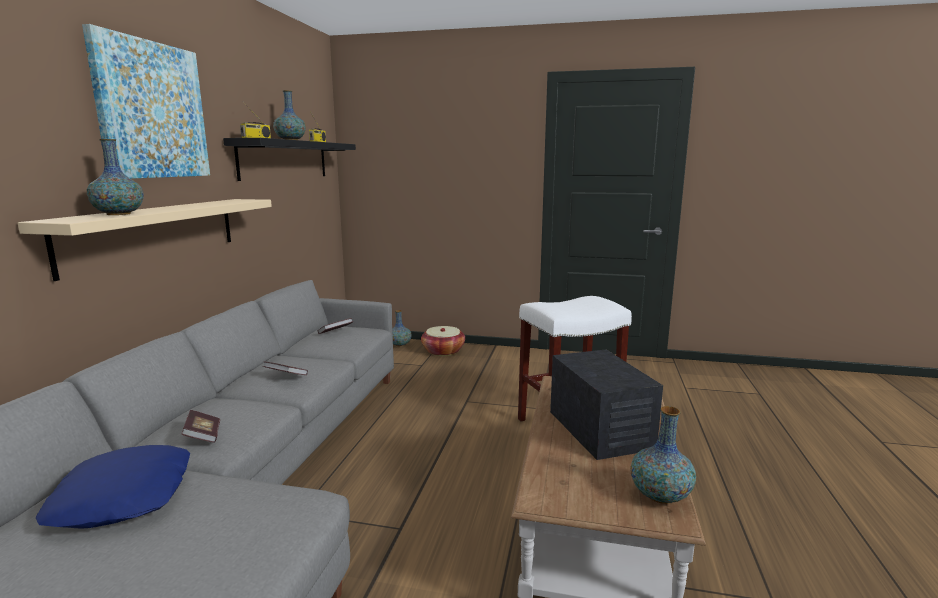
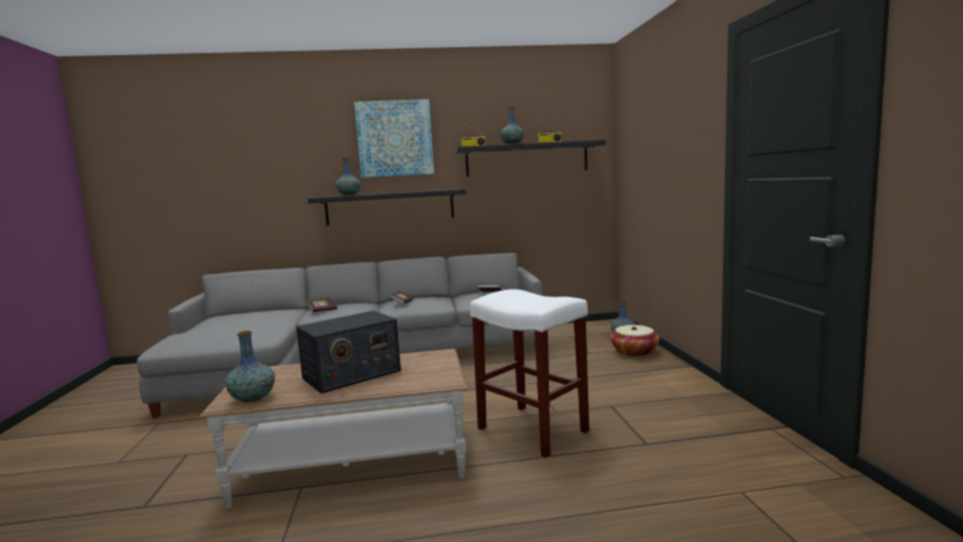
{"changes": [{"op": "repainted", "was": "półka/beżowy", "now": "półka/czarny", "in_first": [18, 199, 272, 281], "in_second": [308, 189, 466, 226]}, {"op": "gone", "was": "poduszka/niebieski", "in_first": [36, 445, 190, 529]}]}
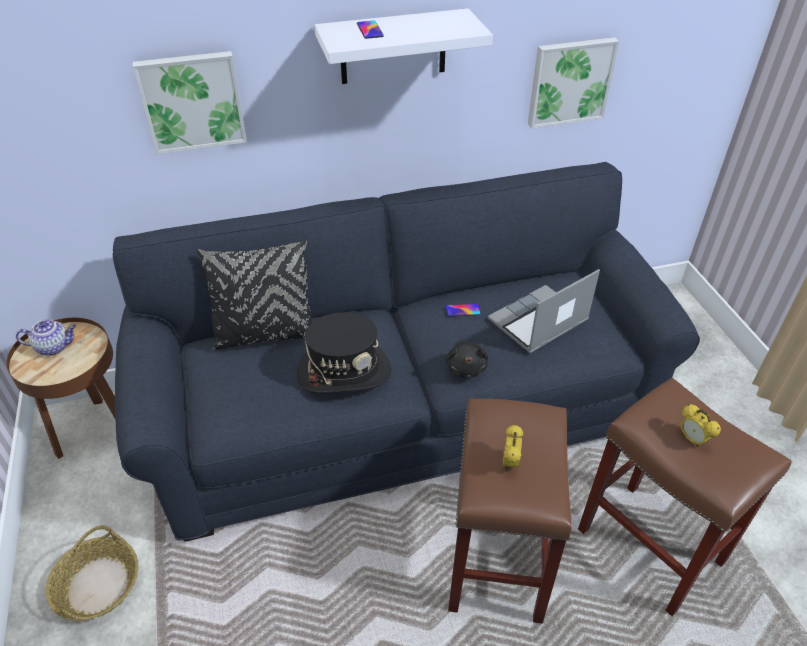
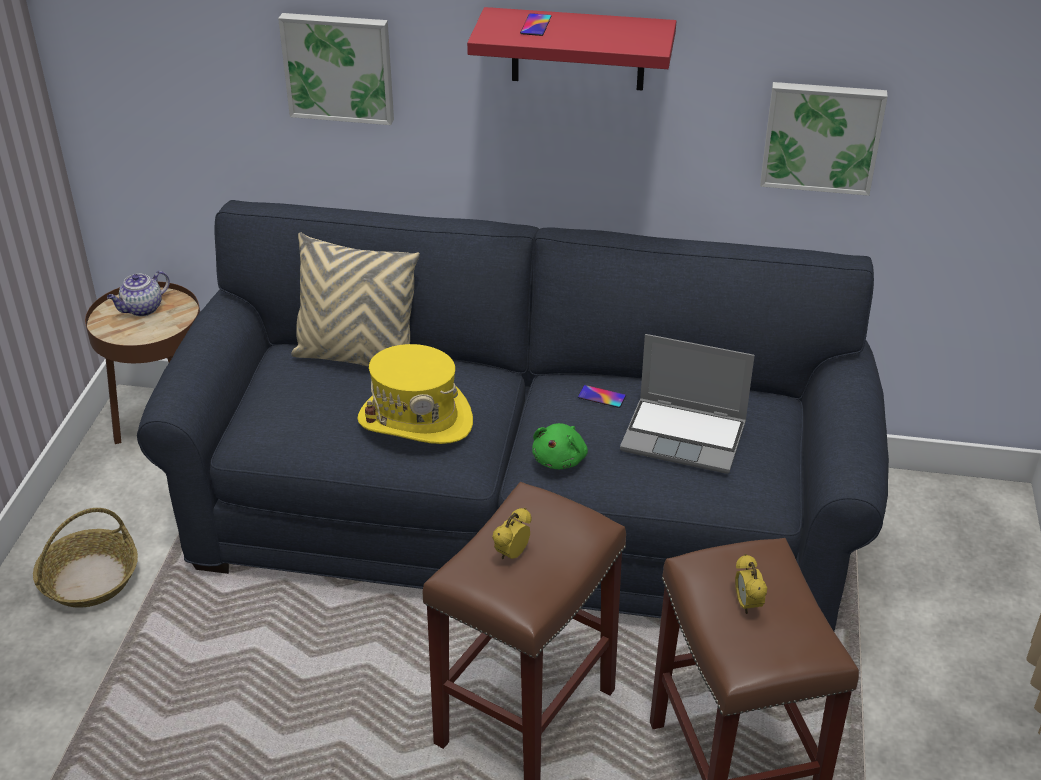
{"changes": [{"op": "rotated", "was": "imbryk", "in_first": [16, 319, 76, 356], "in_second": [107, 271, 170, 316], "clockwise": 120}, {"op": "repainted", "was": "poduszka/czarny", "now": "poduszka/beżowy", "in_first": [197, 240, 312, 350], "in_second": [291, 232, 420, 367]}, {"op": "repainted", "was": "kapelusz/czarny", "now": "kapelusz/żółty", "in_first": [297, 312, 391, 394], "in_second": [357, 344, 473, 444]}, {"op": "repainted", "was": "półka/biały", "now": "półka/czerwony", "in_first": [314, 8, 493, 84], "in_second": [467, 7, 676, 91]}, {"op": "repainted", "was": "pluszak/czarny", "now": "pluszak/zielony", "in_first": [445, 339, 488, 378], "in_second": [532, 423, 588, 469]}, {"op": "rotated", "was": "laptop", "in_first": [488, 269, 600, 353], "in_second": [620, 334, 755, 474], "clockwise": -150}]}
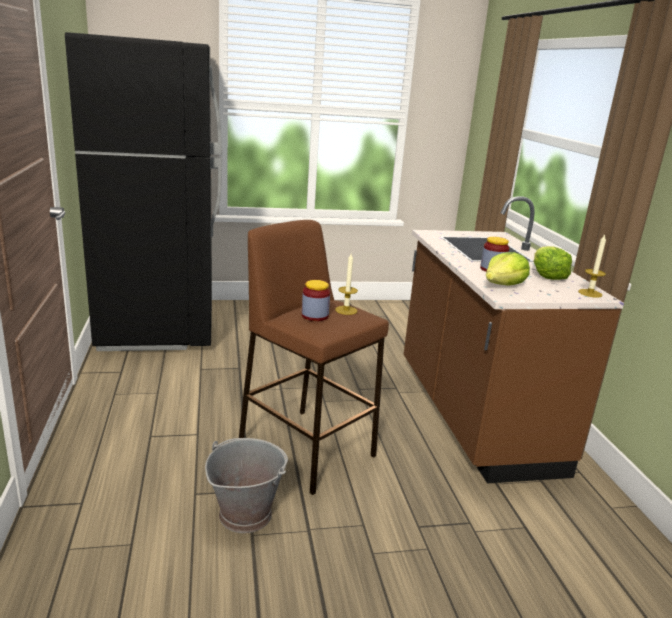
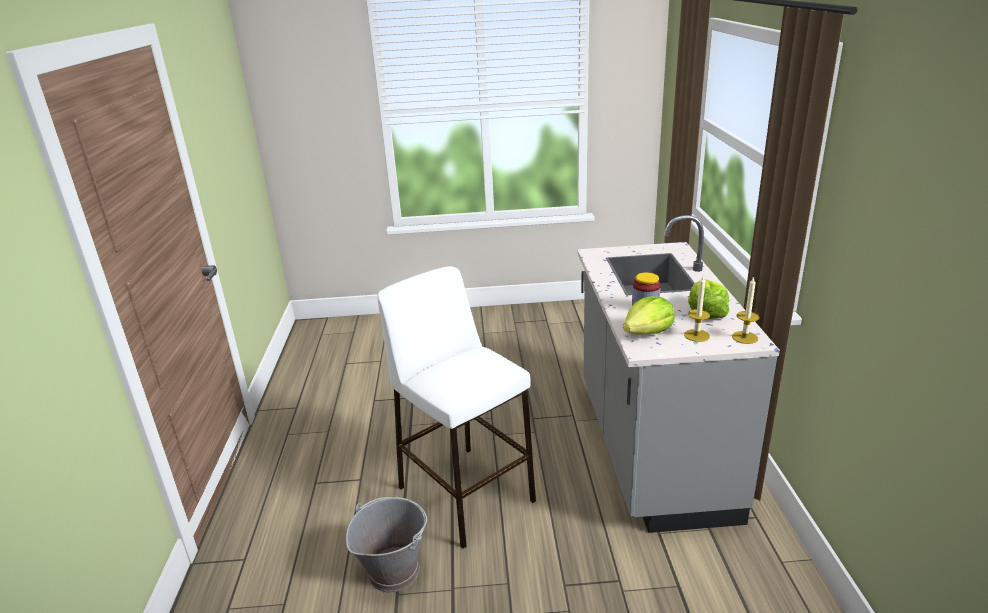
{"changes": [{"op": "repainted", "was": "stołek/brązowy", "now": "stołek/biały", "in_first": [239, 220, 389, 495], "in_second": [377, 266, 536, 548]}, {"op": "repainted", "was": "zabudowa kuchenna/brązowy", "now": "zabudowa kuchenna/szary", "in_first": [404, 196, 624, 484], "in_second": [577, 215, 780, 533]}, {"op": "shifted", "was": "świeca", "in_first": [335, 254, 358, 315], "in_second": [684, 276, 710, 342]}, {"op": "gone", "was": "lodówka/czarny", "in_first": [65, 32, 222, 351]}, {"op": "gone", "was": "słoik", "in_first": [302, 280, 330, 321]}]}
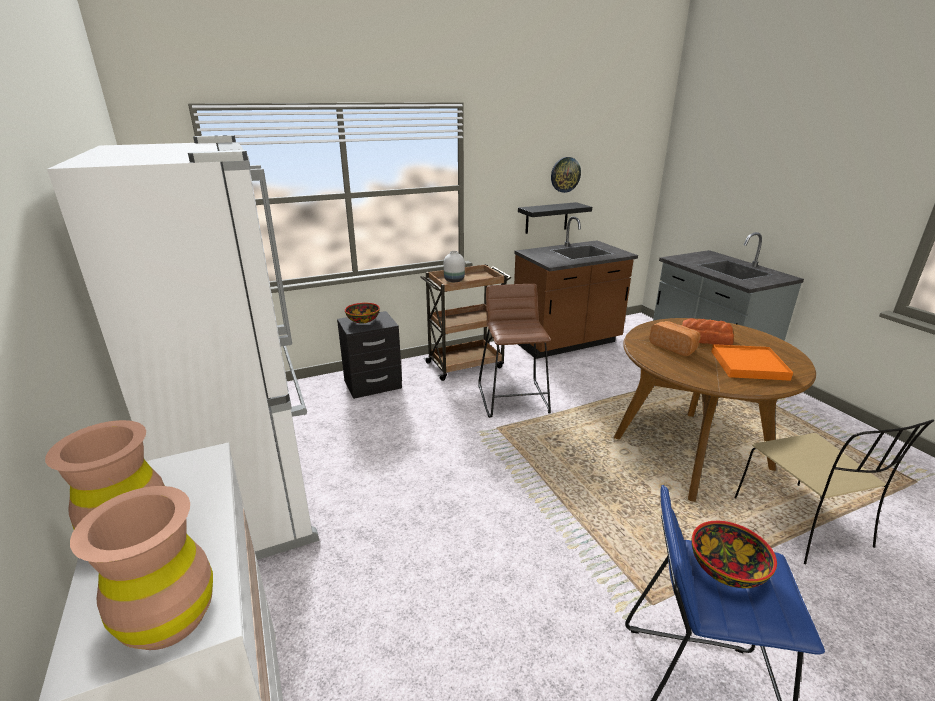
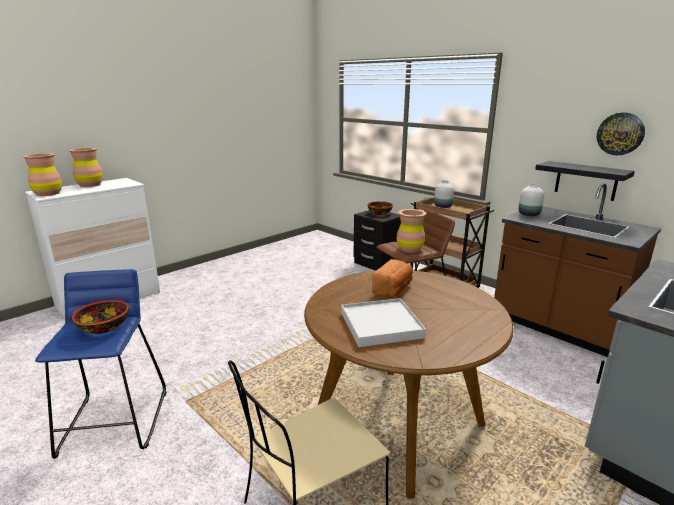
{"changes": [{"op": "repainted", "was": "taca/pomarańczowy", "now": "taca/biały", "in_first": [711, 344, 793, 381], "in_second": [341, 298, 426, 347]}, {"op": "new", "now": "wazon/brązowy", "in_second": [397, 209, 427, 253]}, {"op": "new", "now": "wazon/biały", "in_second": [519, 184, 544, 216]}, {"op": "gone", "was": "lodówka/biały", "in_first": [47, 135, 319, 560]}, {"op": "gone", "was": "chleb", "in_first": [682, 318, 734, 345]}]}
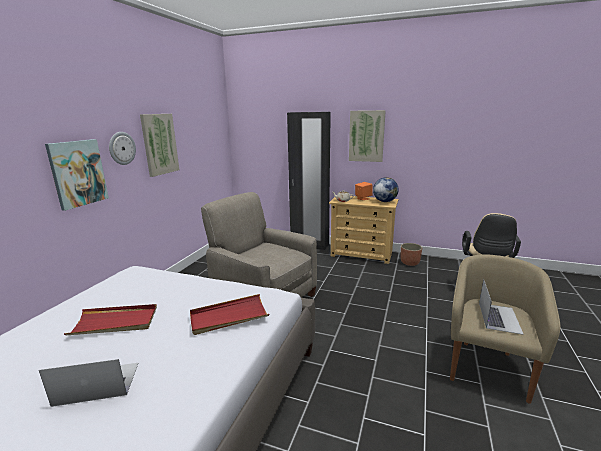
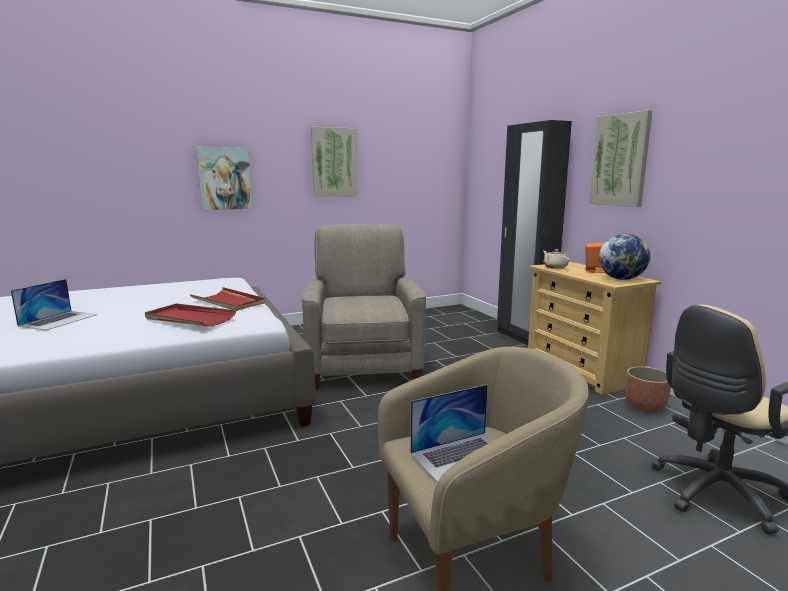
{"changes": [{"op": "rotated", "was": "laptop", "in_first": [39, 359, 138, 407], "in_second": [11, 279, 98, 331], "clockwise": 75}, {"op": "shifted", "was": "taca/czerwony", "in_first": [64, 304, 157, 335], "in_second": [190, 287, 265, 311]}, {"op": "gone", "was": "zegar ścienny", "in_first": [109, 132, 136, 165]}]}
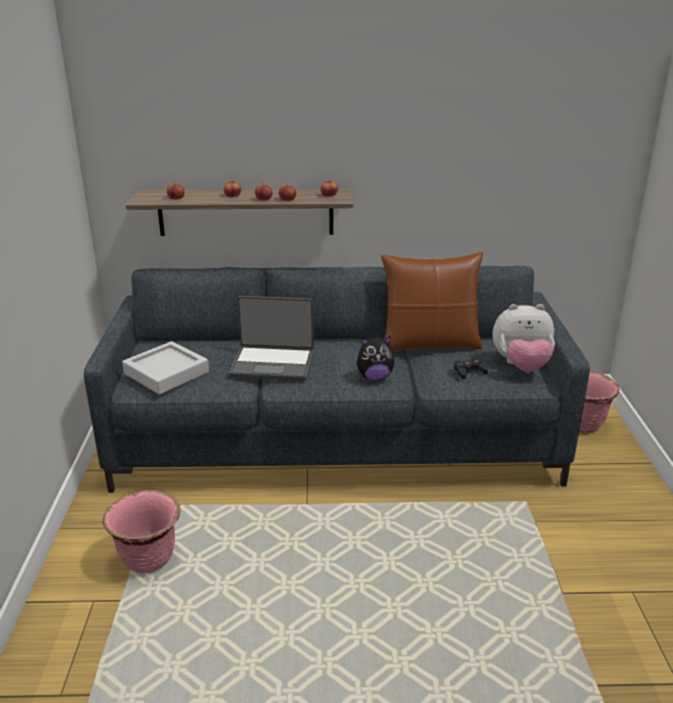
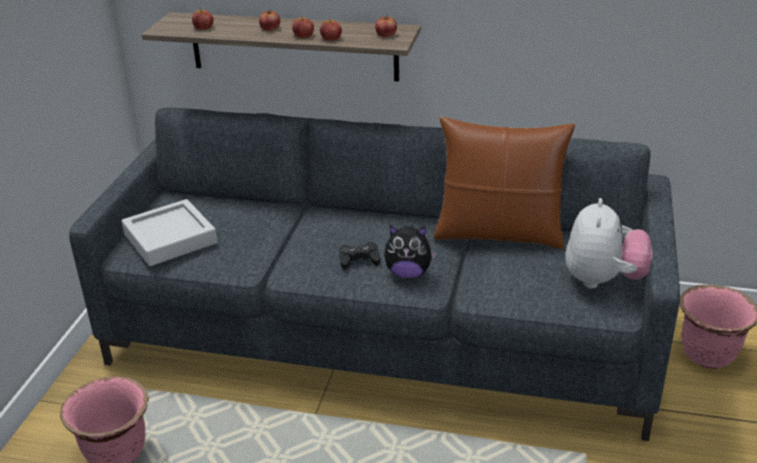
{"changes": [{"op": "shifted", "was": "pad do gier/czarny", "in_first": [454, 357, 488, 379], "in_second": [339, 242, 380, 270]}, {"op": "rotated", "was": "pluszak", "in_first": [493, 304, 555, 372], "in_second": [565, 198, 652, 288], "clockwise": -90}, {"op": "gone", "was": "laptop", "in_first": [229, 296, 314, 381]}]}
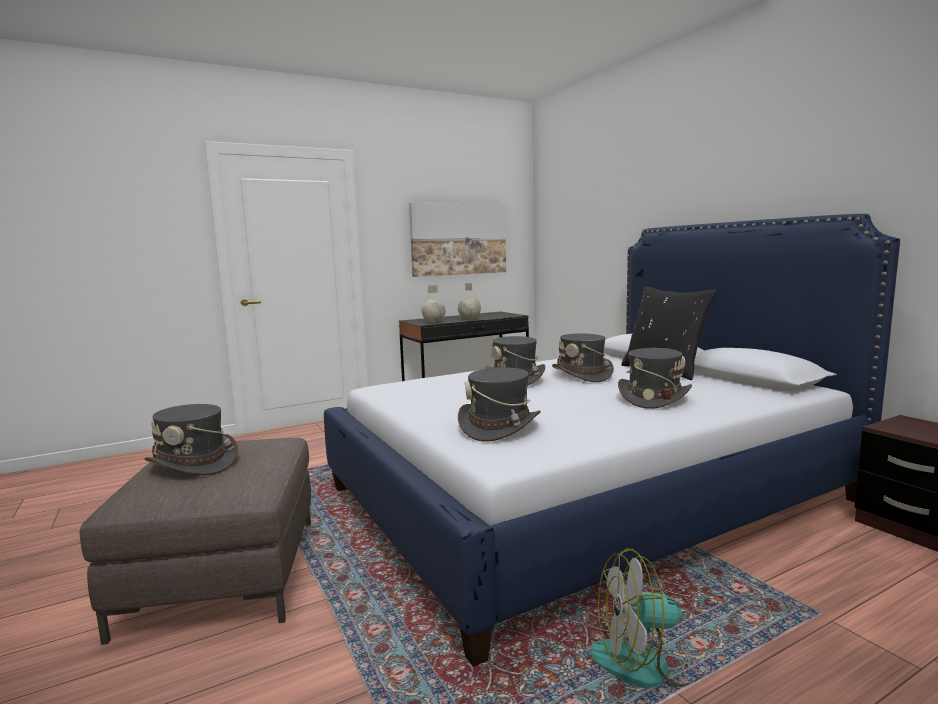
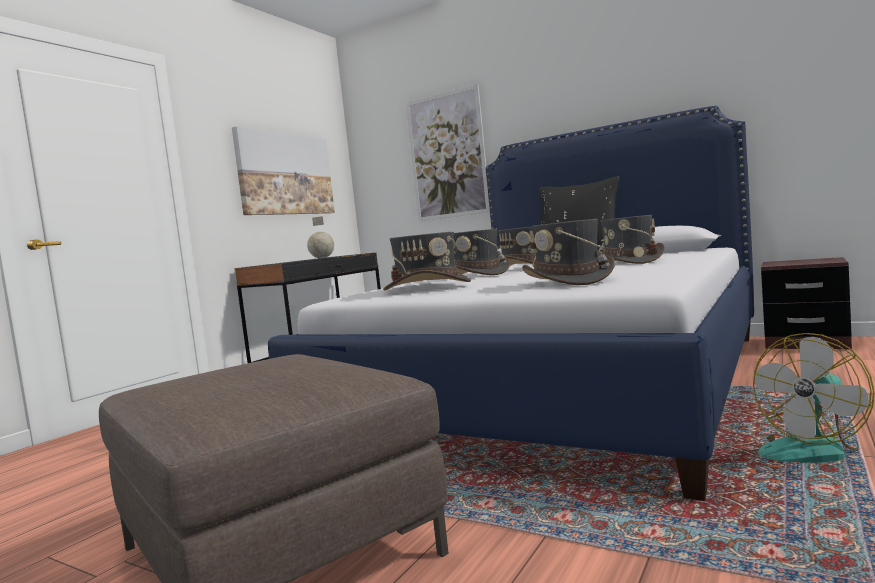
{"changes": [{"op": "shifted", "was": "kapelusz/szary", "in_first": [145, 404, 238, 475], "in_second": [383, 231, 471, 291]}, {"op": "new", "now": "obraz", "in_second": [406, 84, 490, 221]}, {"op": "gone", "was": "globus", "in_first": [422, 285, 446, 323]}]}
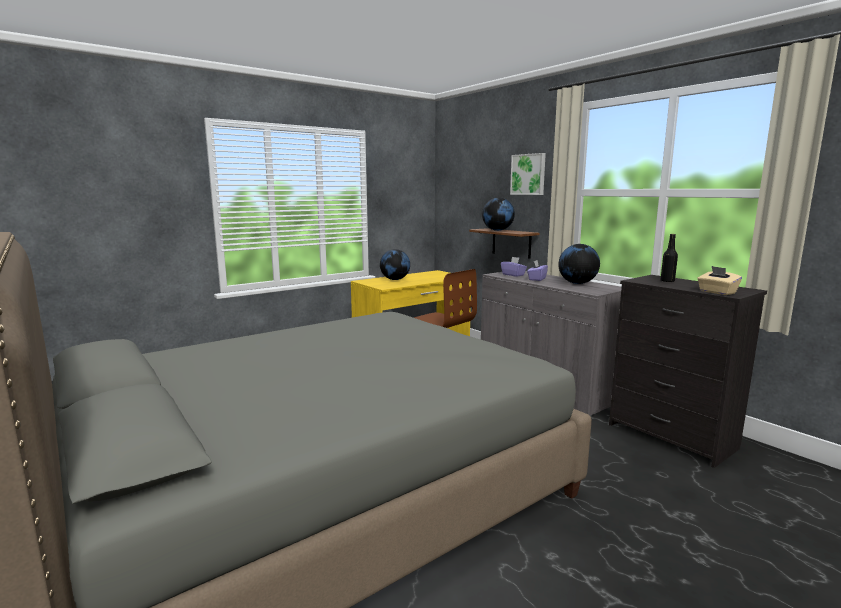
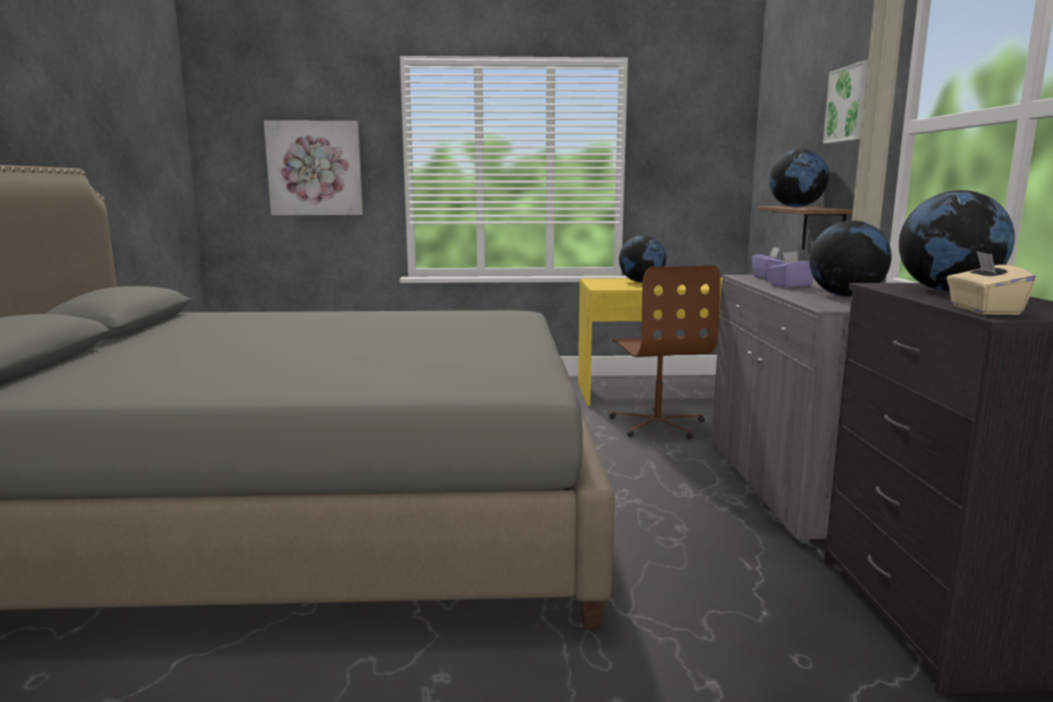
{"changes": [{"op": "new", "now": "obraz", "in_second": [264, 120, 363, 215]}, {"op": "swapped", "was": "butelka/czarny", "now": "globus", "in_first": [661, 234, 678, 282], "in_second": [899, 190, 1015, 292]}]}
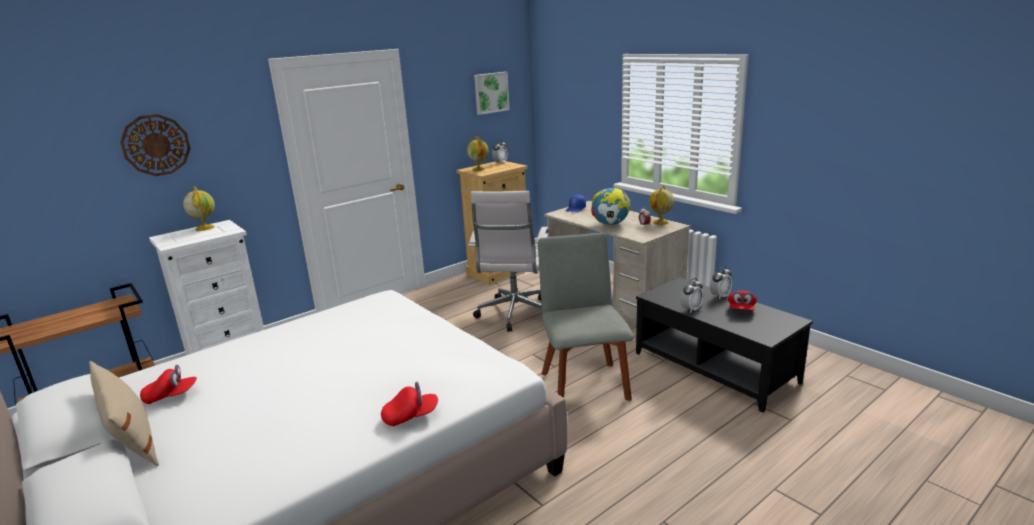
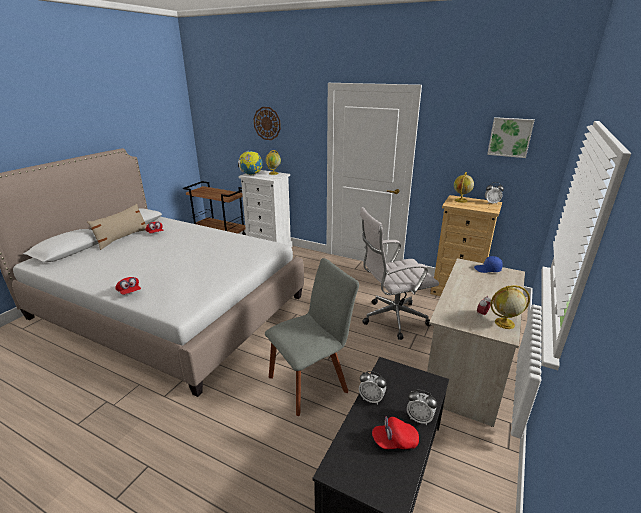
{"changes": [{"op": "shifted", "was": "globus", "in_first": [591, 188, 630, 226], "in_second": [238, 151, 262, 175]}]}
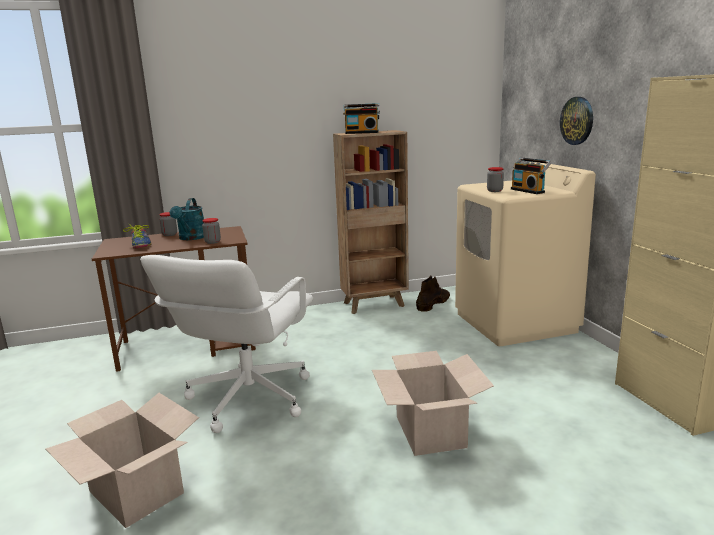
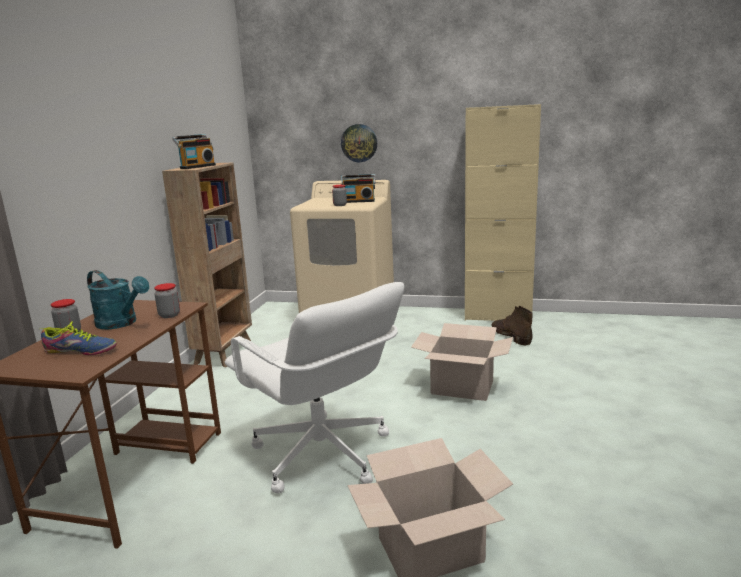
{"changes": [{"op": "shifted", "was": "but z cholewką/brązowy", "in_first": [416, 275, 450, 312], "in_second": [492, 306, 533, 345]}]}
